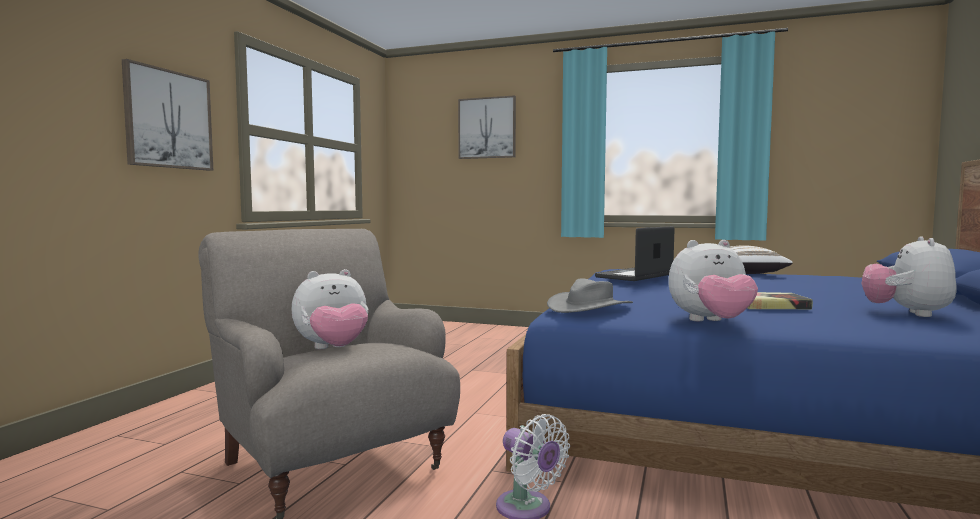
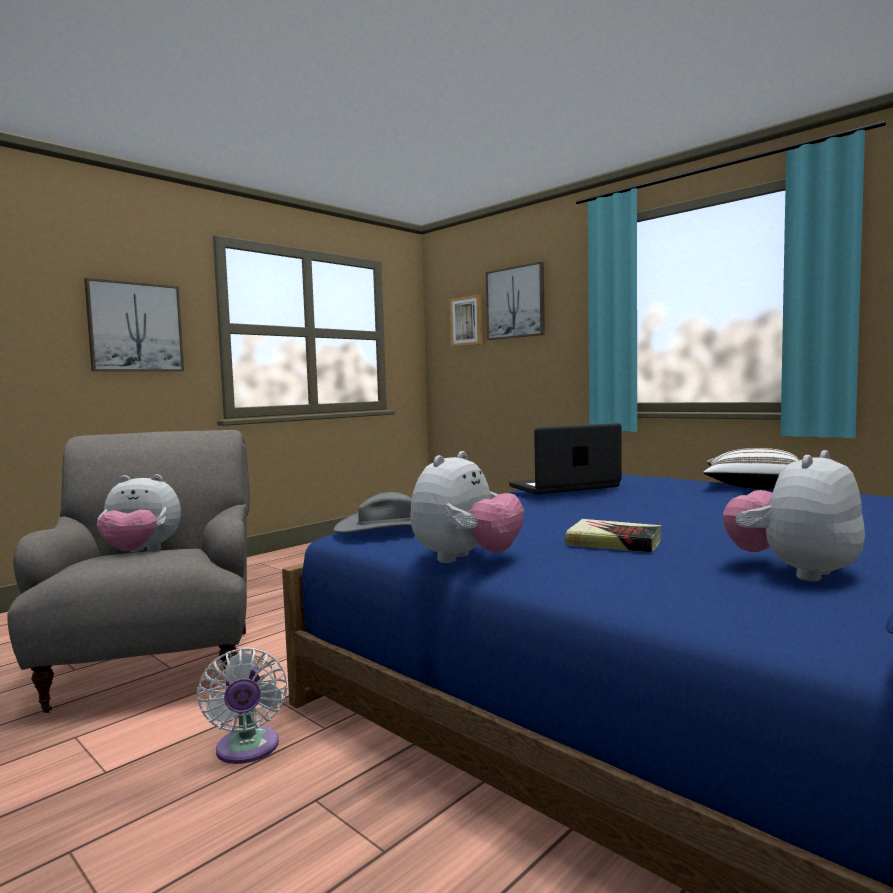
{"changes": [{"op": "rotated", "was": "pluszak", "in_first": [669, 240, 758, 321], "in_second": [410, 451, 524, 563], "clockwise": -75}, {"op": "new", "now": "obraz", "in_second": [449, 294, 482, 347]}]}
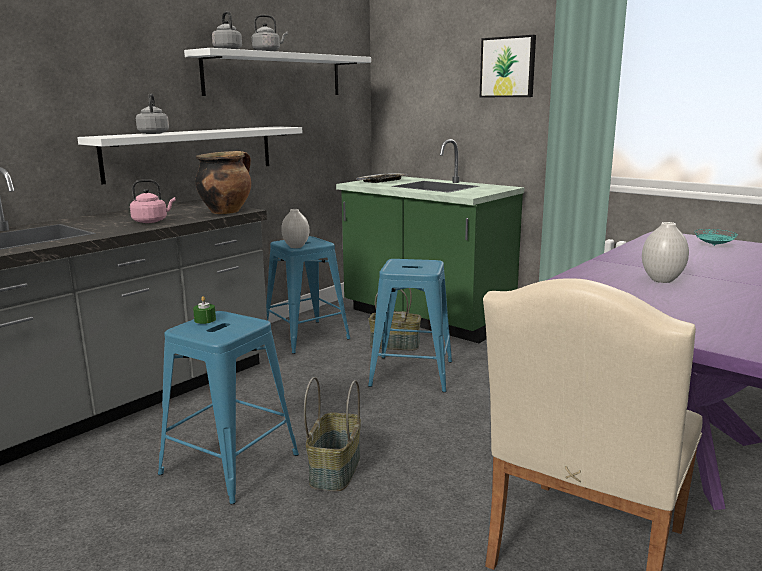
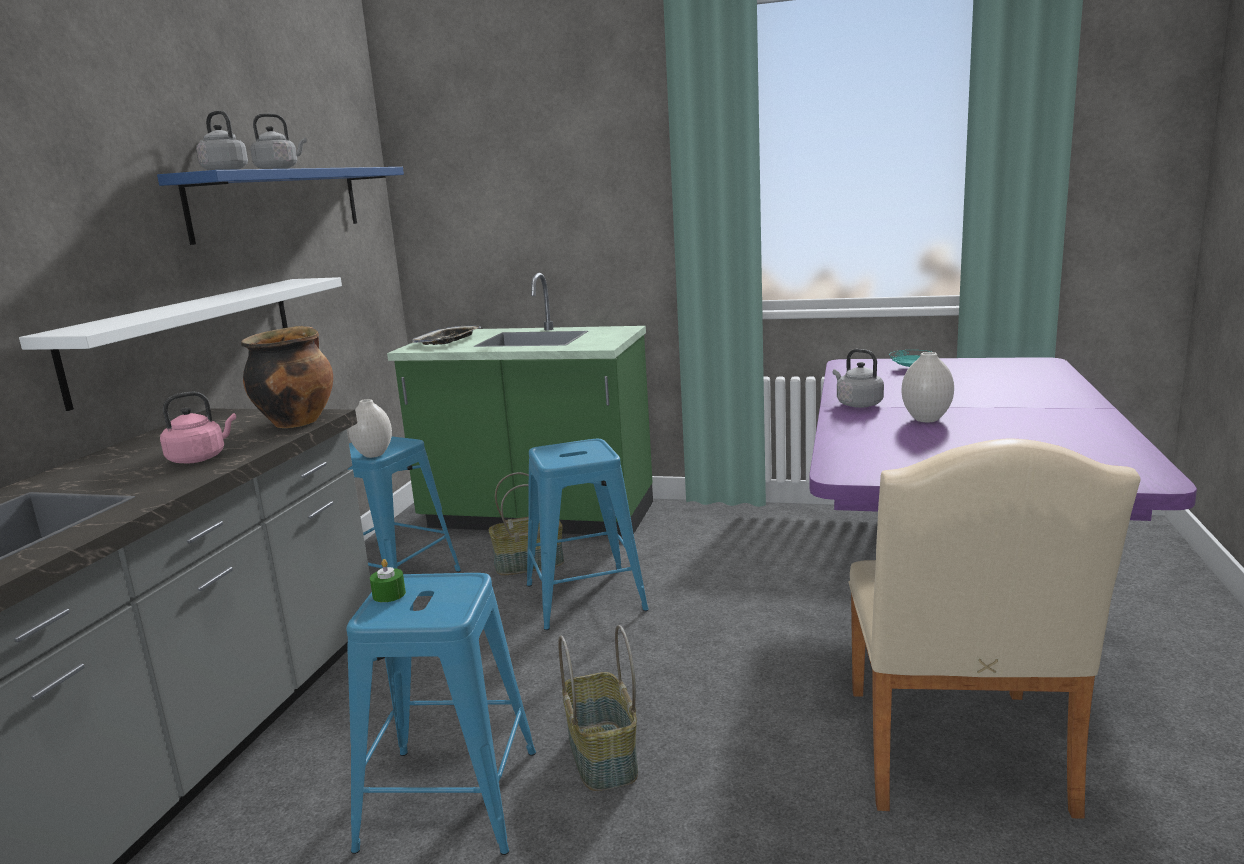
{"changes": [{"op": "repainted", "was": "półka/biały", "now": "półka/niebieski", "in_first": [184, 48, 371, 96], "in_second": [157, 167, 404, 245]}, {"op": "shifted", "was": "czajnik/szary", "in_first": [136, 93, 169, 134], "in_second": [833, 349, 884, 408]}, {"op": "gone", "was": "obraz", "in_first": [480, 35, 536, 97]}]}
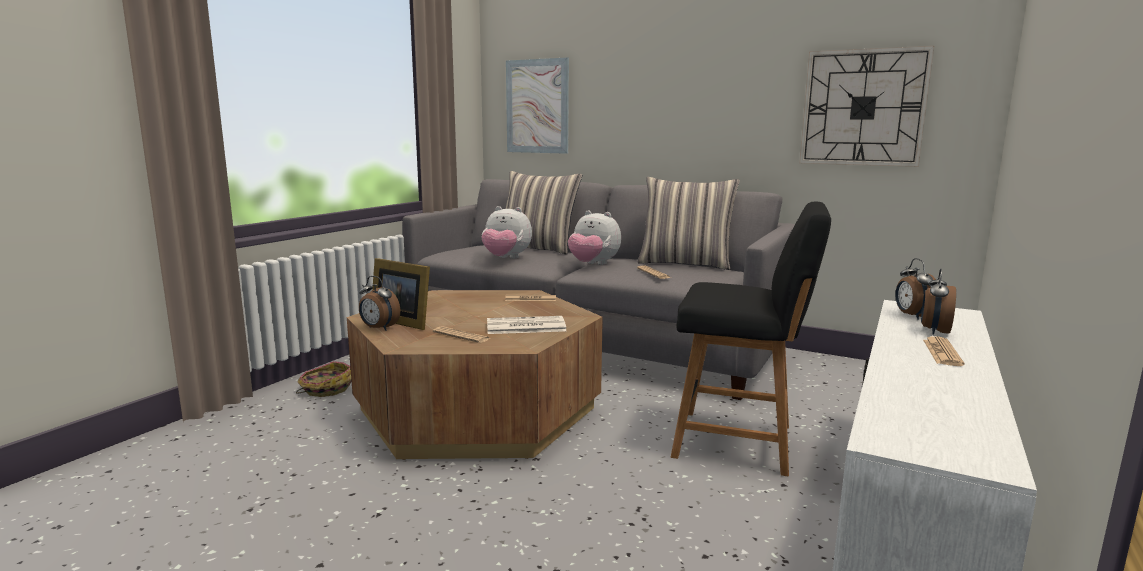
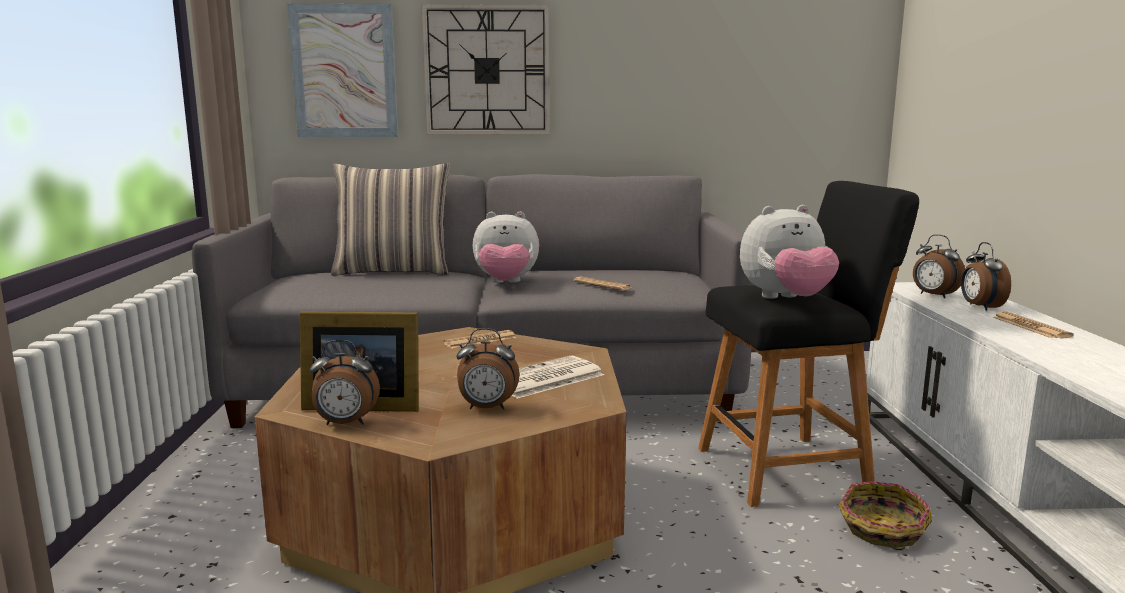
{"changes": [{"op": "shifted", "was": "zegar ścienny", "in_first": [799, 46, 934, 167], "in_second": [421, 4, 550, 135]}, {"op": "swapped", "was": "gazeta", "now": "budzik", "in_first": [433, 326, 490, 343], "in_second": [457, 328, 520, 410]}, {"op": "shifted", "was": "pluszak", "in_first": [481, 206, 532, 258], "in_second": [740, 205, 839, 299]}, {"op": "shifted", "was": "koszyk", "in_first": [296, 361, 352, 397], "in_second": [838, 481, 932, 550]}, {"op": "gone", "was": "poduszka", "in_first": [638, 177, 740, 270]}]}
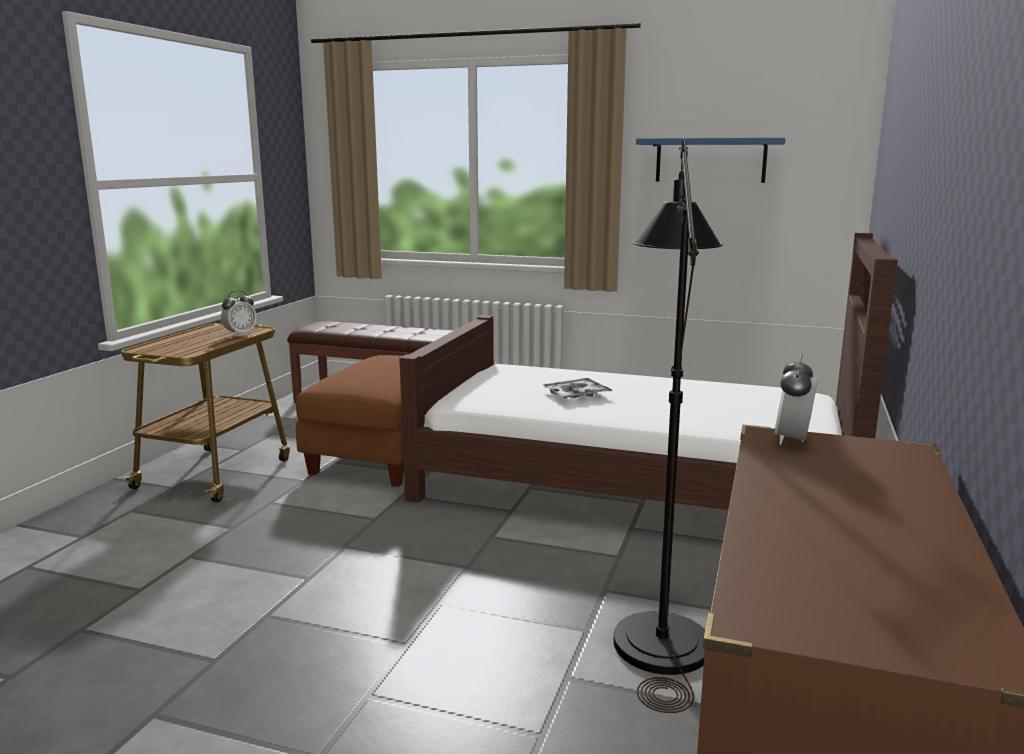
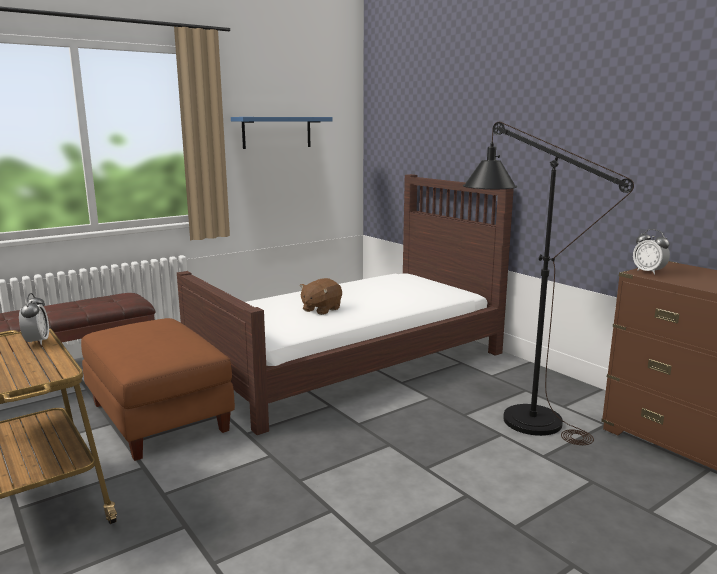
{"changes": [{"op": "swapped", "was": "taca", "now": "pluszak/brązowy", "in_first": [542, 378, 612, 398], "in_second": [300, 278, 342, 315]}]}
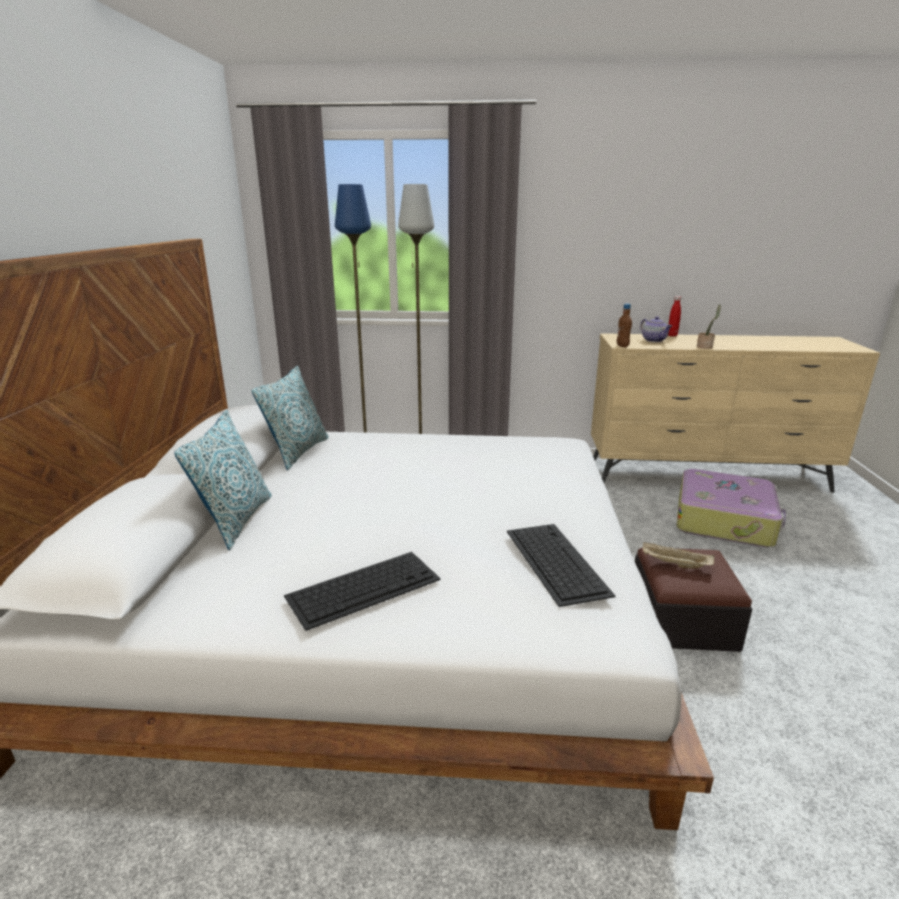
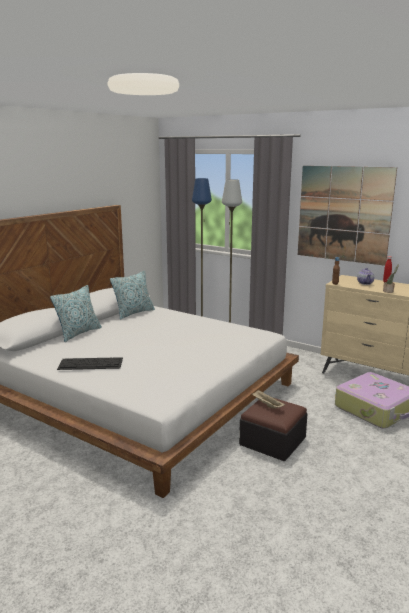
{"changes": [{"op": "new", "now": "obraz", "in_second": [298, 166, 397, 266]}, {"op": "gone", "was": "klawiatura", "in_first": [507, 524, 616, 607]}]}
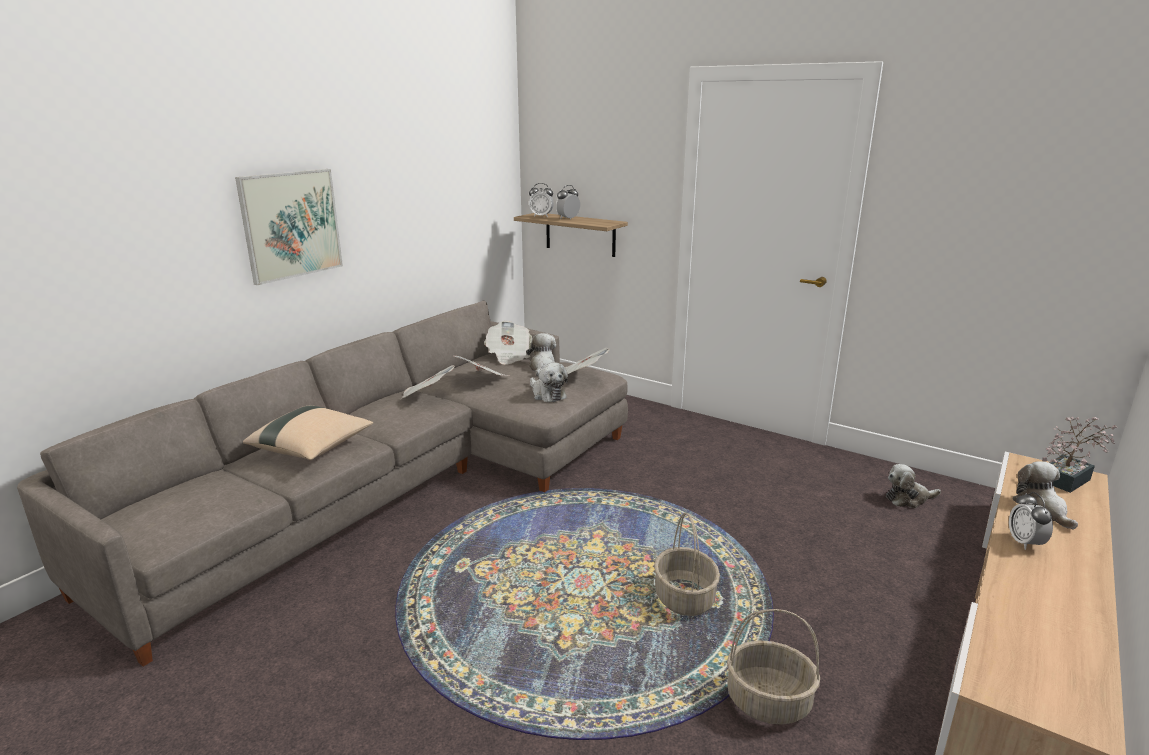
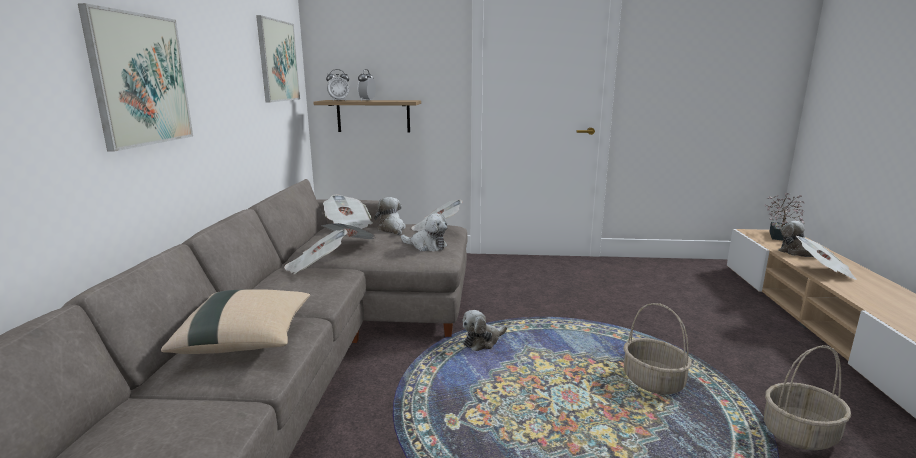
{"changes": [{"op": "new", "now": "obraz", "in_second": [256, 15, 300, 103]}, {"op": "shifted", "was": "pluszak", "in_first": [886, 464, 941, 508], "in_second": [462, 310, 507, 351]}, {"op": "swapped", "was": "budzik", "now": "gazeta", "in_first": [1009, 492, 1053, 550], "in_second": [796, 236, 857, 280]}]}
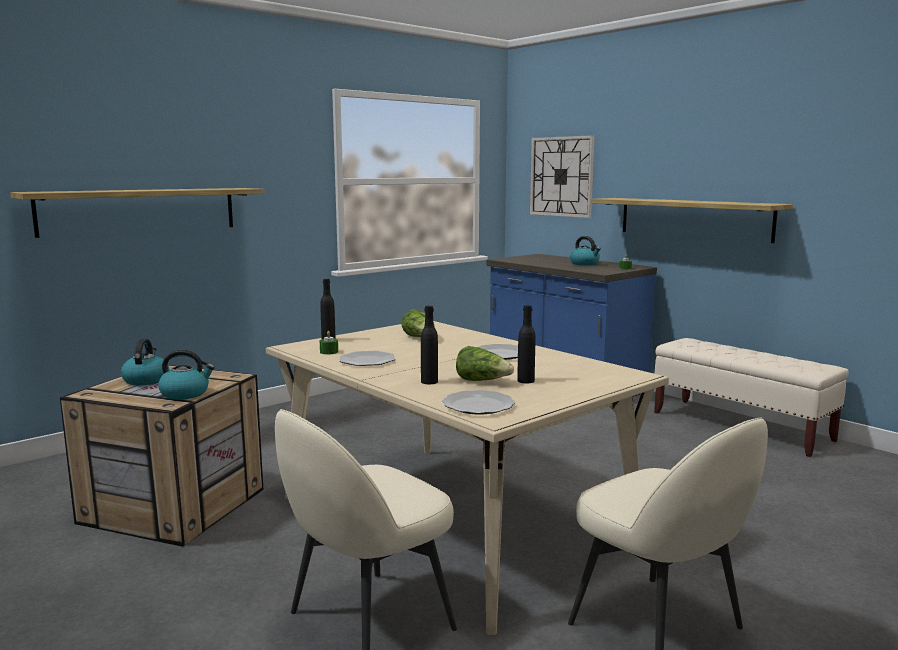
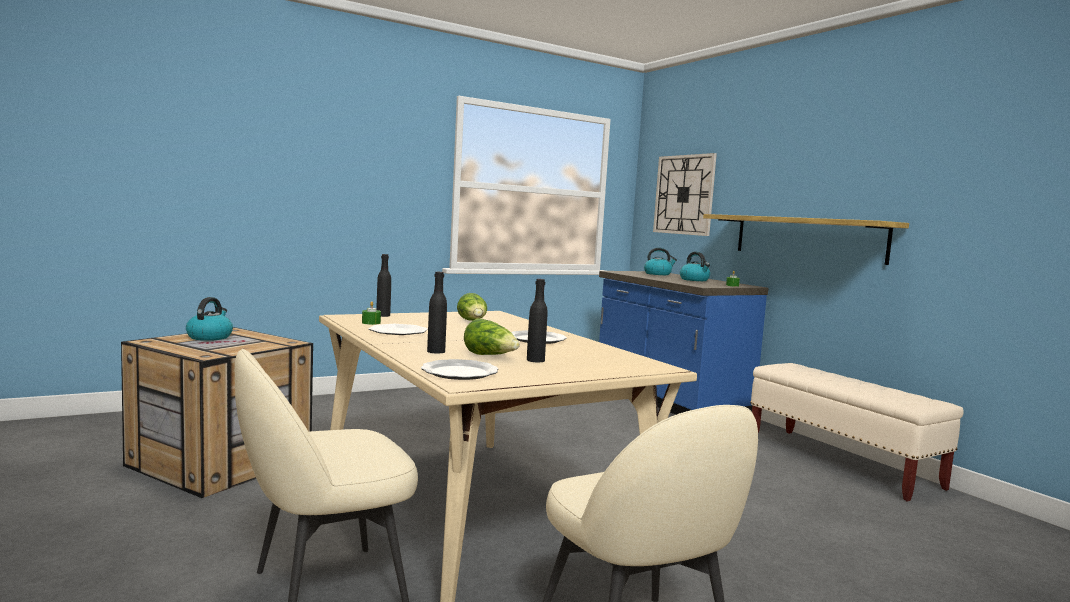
{"changes": [{"op": "shifted", "was": "czajnik", "in_first": [158, 350, 215, 400], "in_second": [644, 248, 677, 275]}, {"op": "gone", "was": "półka", "in_first": [10, 188, 265, 238]}]}
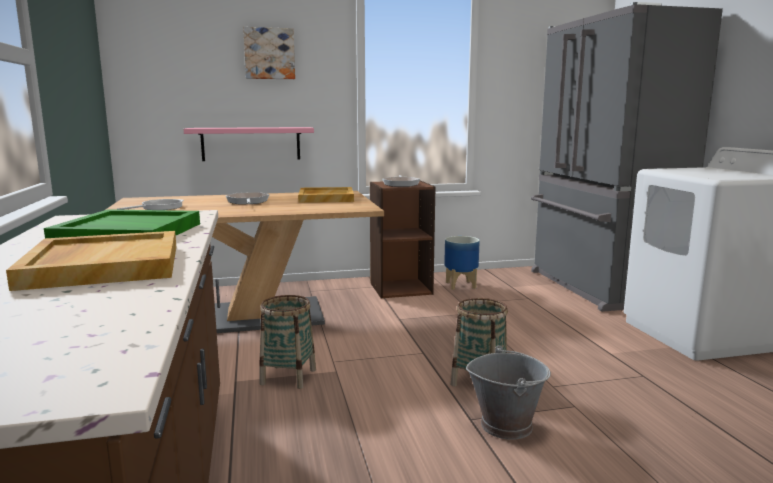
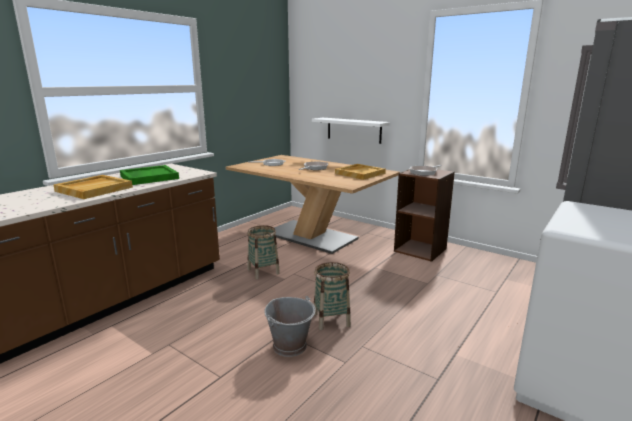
{"changes": [{"op": "repainted", "was": "półka/różowy", "now": "półka/biały", "in_first": [184, 127, 314, 161], "in_second": [312, 118, 390, 144]}, {"op": "gone", "was": "obraz", "in_first": [243, 27, 295, 79]}, {"op": "gone", "was": "donica", "in_first": [444, 236, 480, 290]}]}
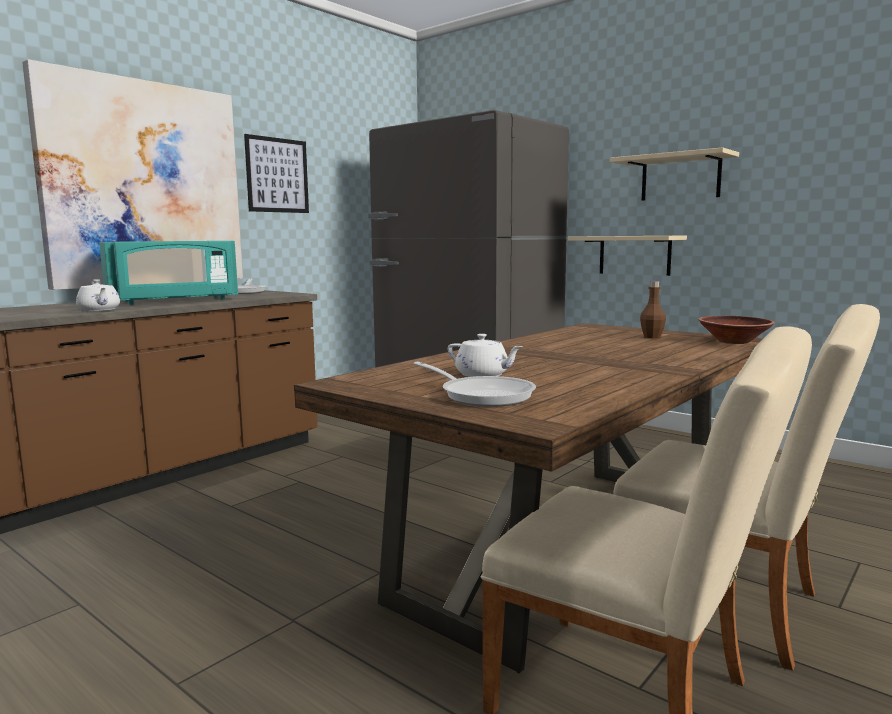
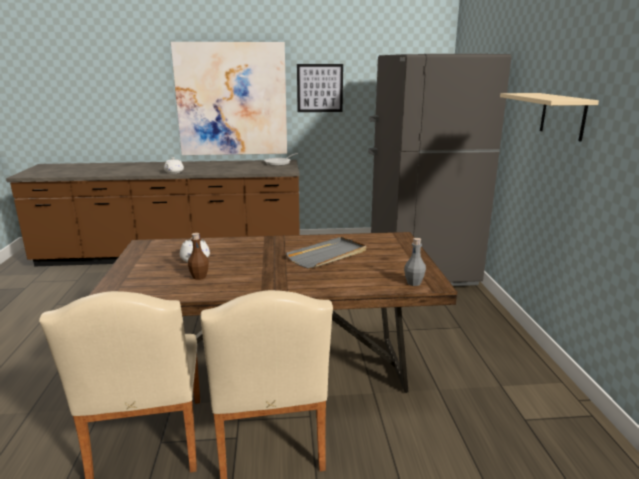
{"changes": [{"op": "shifted", "was": "butelka/brązowy", "in_first": [640, 281, 666, 338], "in_second": [188, 233, 209, 280]}, {"op": "new", "now": "taca/szary", "in_second": [286, 237, 366, 269]}, {"op": "swapped", "was": "miska/brązowy", "now": "butelka/szary", "in_first": [698, 316, 775, 344], "in_second": [404, 238, 426, 286]}, {"op": "gone", "was": "mikrofalówka/turkusowy", "in_first": [99, 241, 238, 305]}, {"op": "gone", "was": "patelnia", "in_first": [414, 362, 536, 407]}, {"op": "gone", "was": "półka/beżowy", "in_first": [568, 236, 687, 276]}]}
